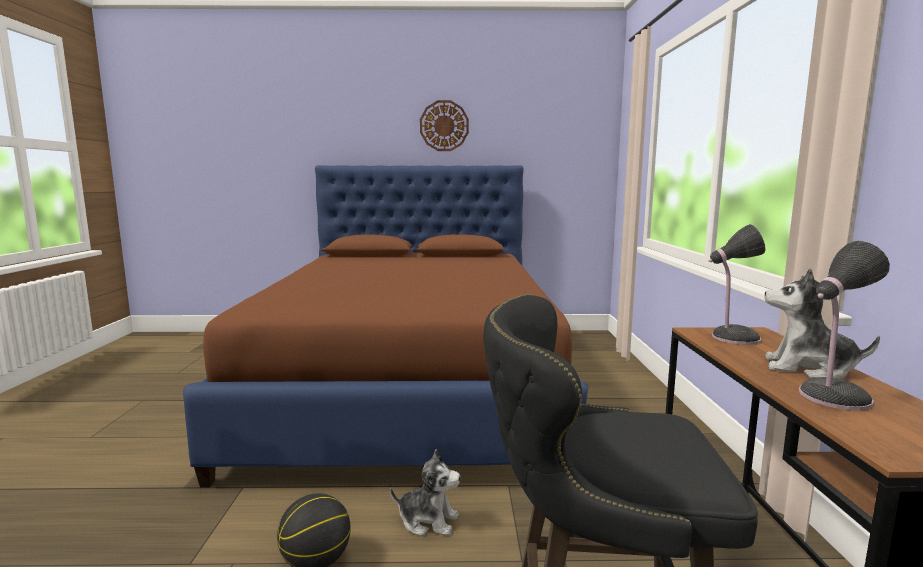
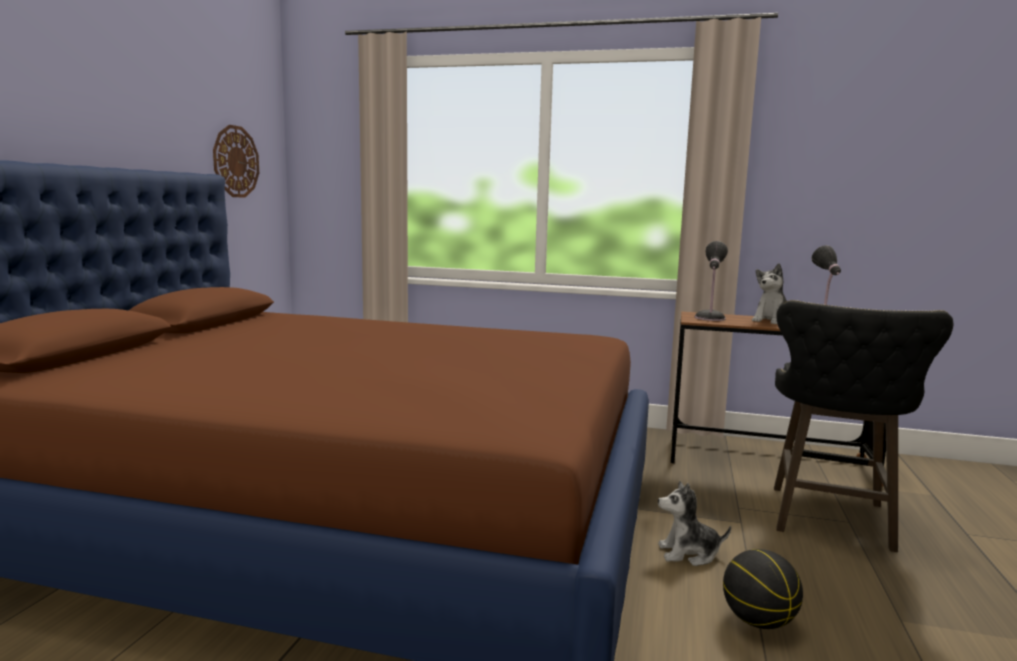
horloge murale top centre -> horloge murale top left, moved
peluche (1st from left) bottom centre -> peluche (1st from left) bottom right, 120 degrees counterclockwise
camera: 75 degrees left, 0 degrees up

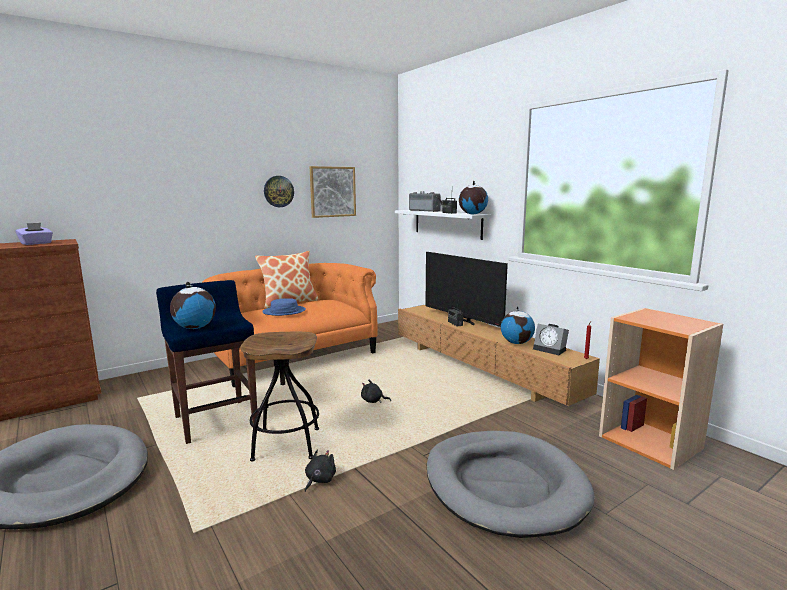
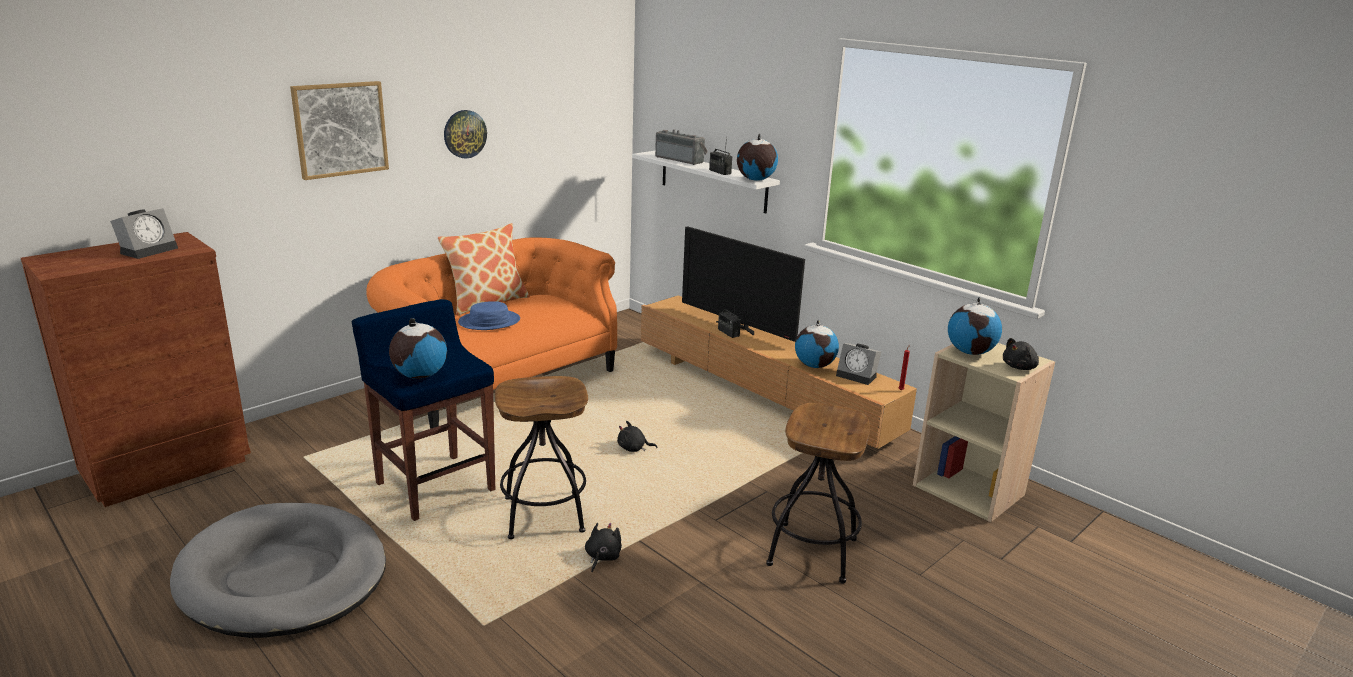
tableau top centre -> tableau top left, moved
boîte à mouchoirs (violet) middle left -> réveil (1st from left) middle left
bibliothèque (orange) middle right -> bibliothèque (beige) middle right
panier pour chien (gris) (2nd from left) bottom centre -> tabouret (marron) (2nd from left) bottom centre
none -> globe (4th from left) middle right
none -> peluche (noir) (3rd from left) middle right
camera: 10 degrees left, 10 degrees up

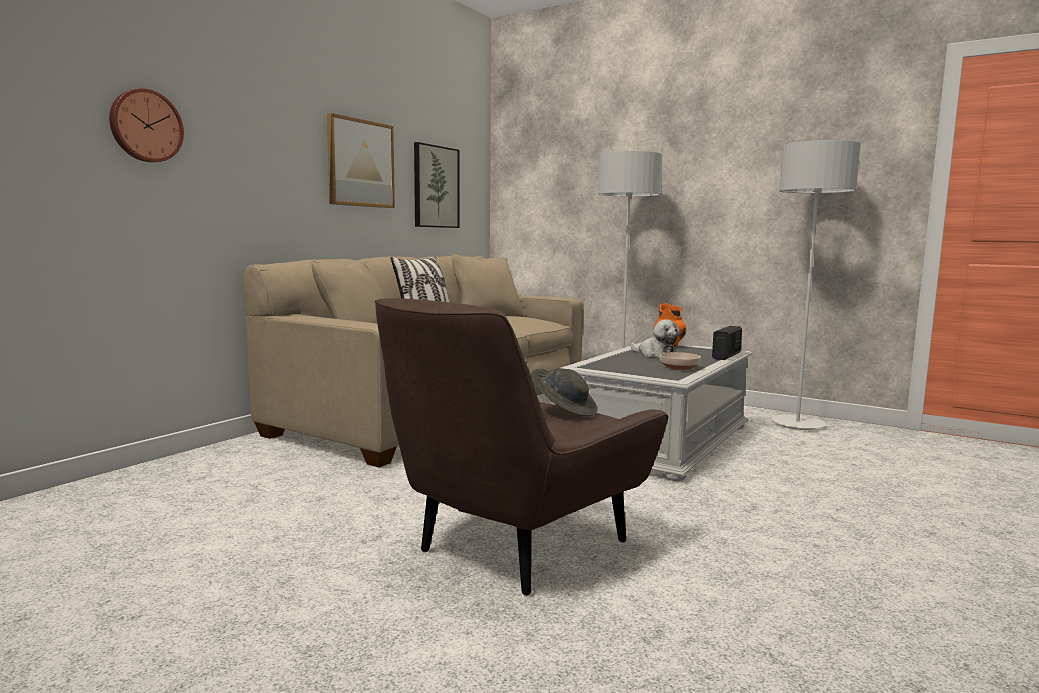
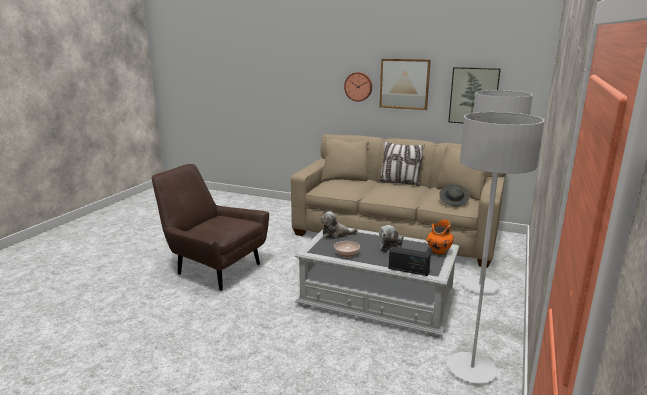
horloge murale top left -> horloge murale top centre, moved
chapeau (gris) centre -> chapeau (gris) middle right, moved
none -> peluche (1st from left) centre
camera: 80 degrees right, 10 degrees up

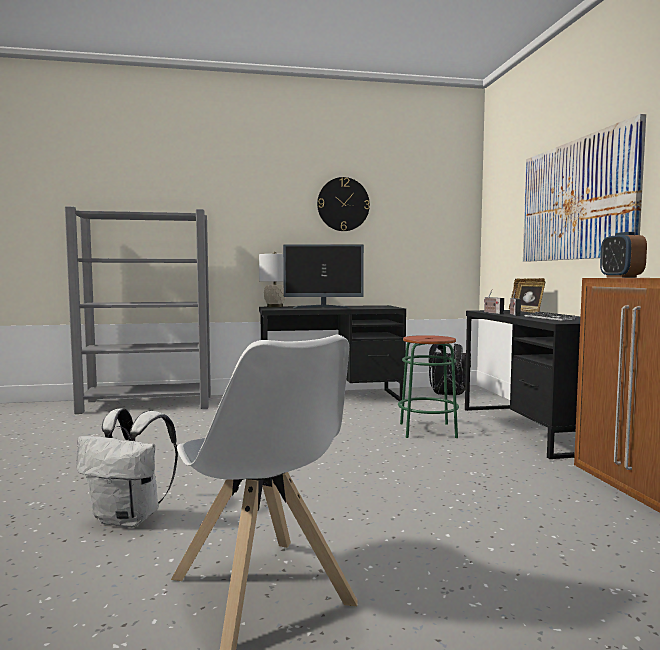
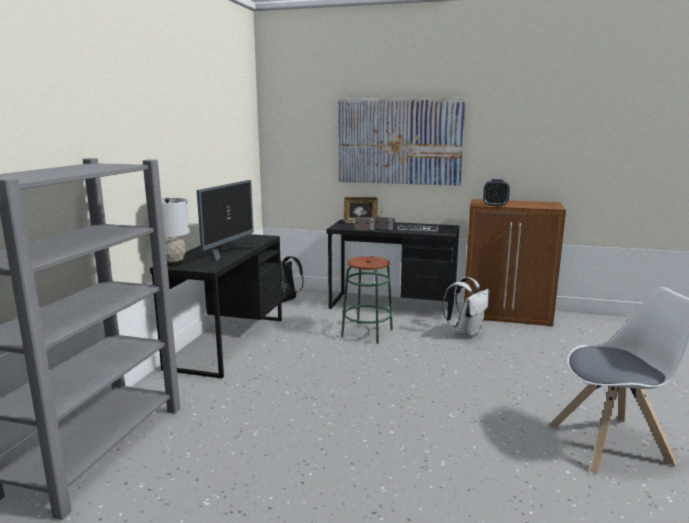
horloge murale top centre -> none
sac à dos (blanc) bottom left -> sac à dos (blanc) middle right, moved
camera: 65 degrees left, 10 degrees up

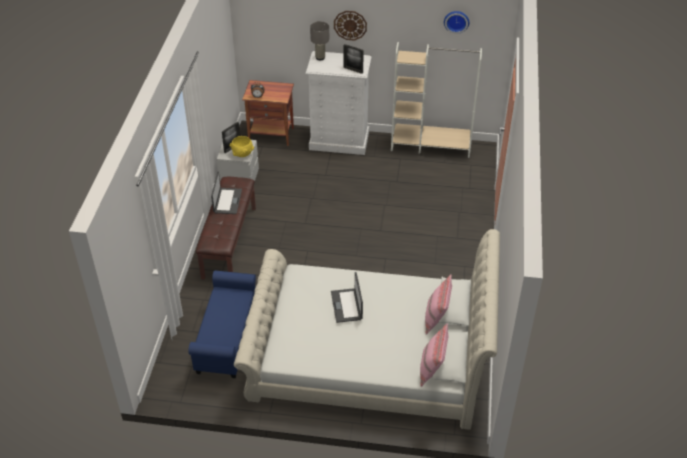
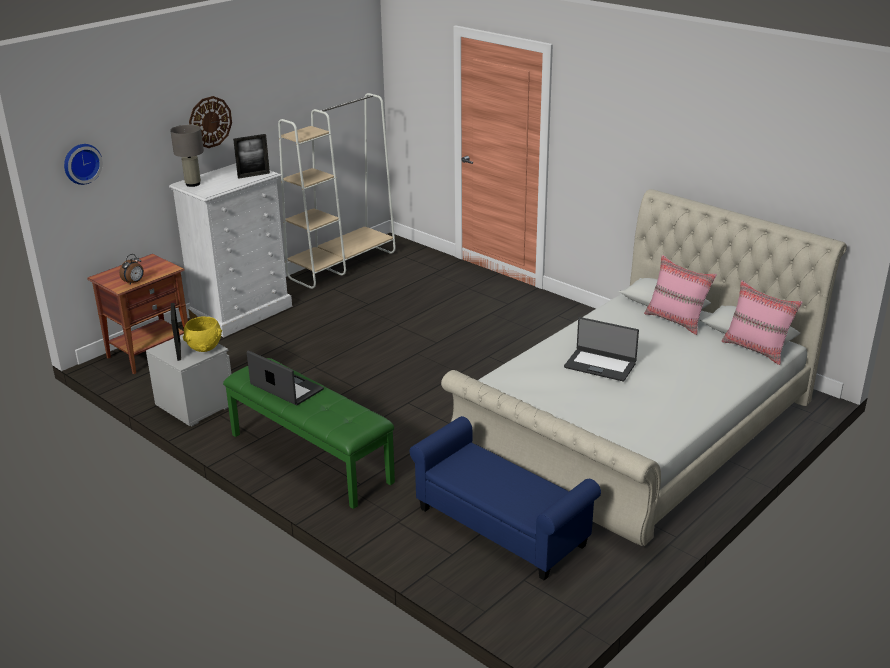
horloge murale (2nd from left in the first image) top centre -> horloge murale (1st from left) top left, moved
banc (marron) middle left -> banc (vert) centre
camera: 55 degrees left, 15 degrees down

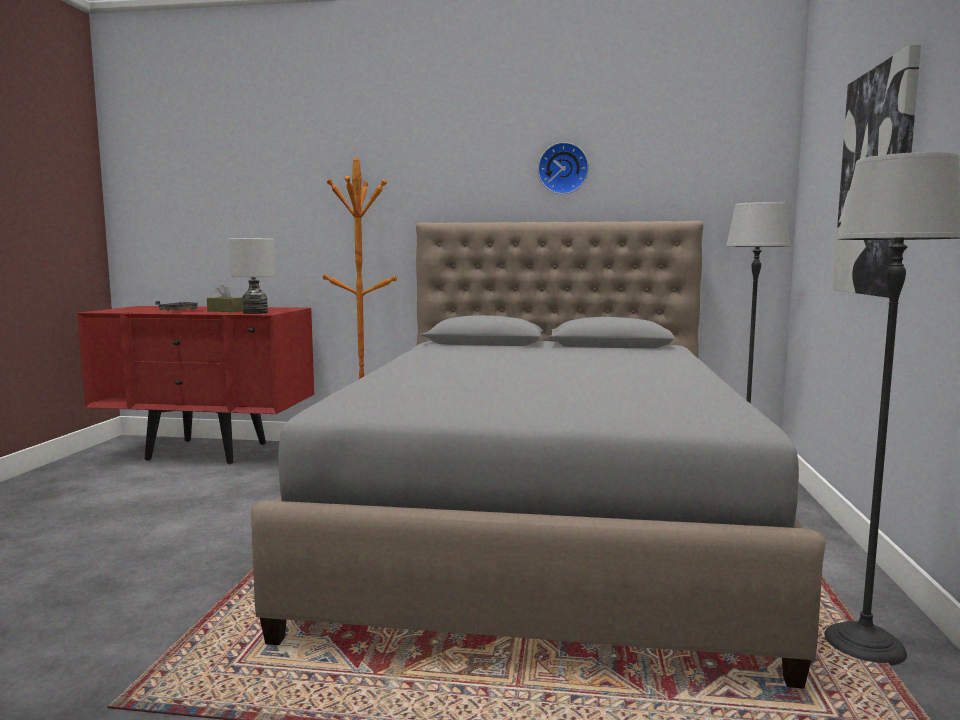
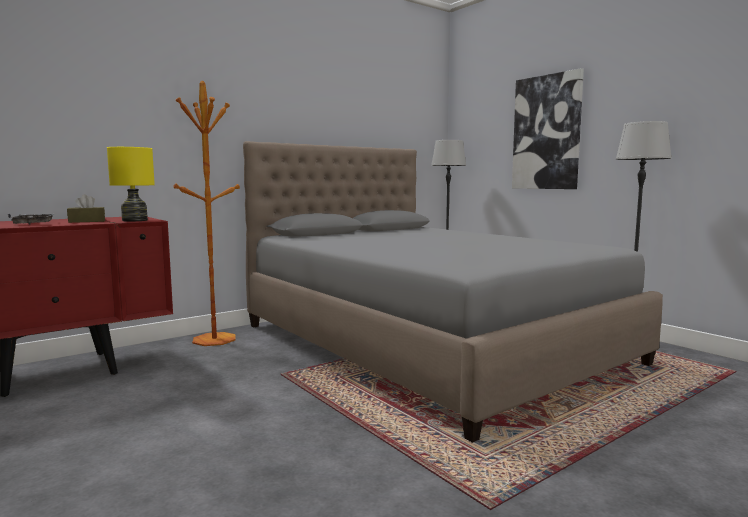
horloge murale top centre -> none
lampe de table (gris) middle left -> lampe de table (jaune) middle left
camera: 45 degrees left, 0 degrees up

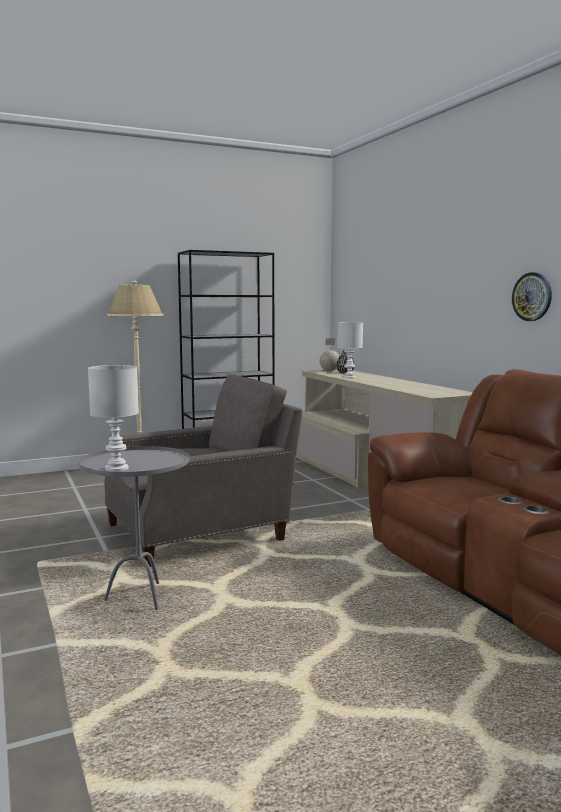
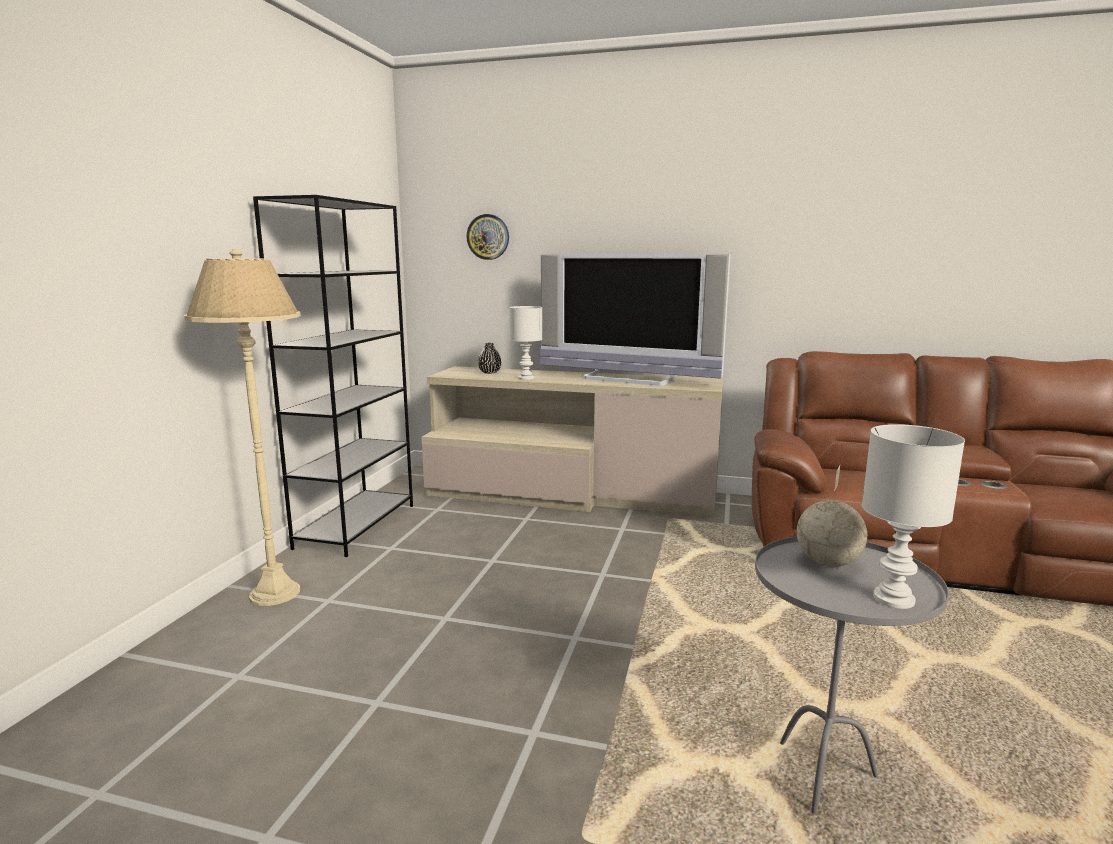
horloge murale middle right -> horloge murale top centre, moved
globe centre -> globe middle right, moved
fauteuil (gris) centre -> none
none -> téléviseur centre
camera: 50 degrees left, 5 degrees up

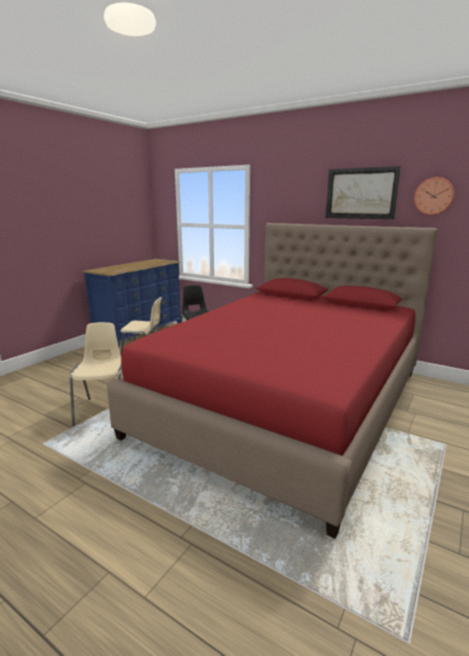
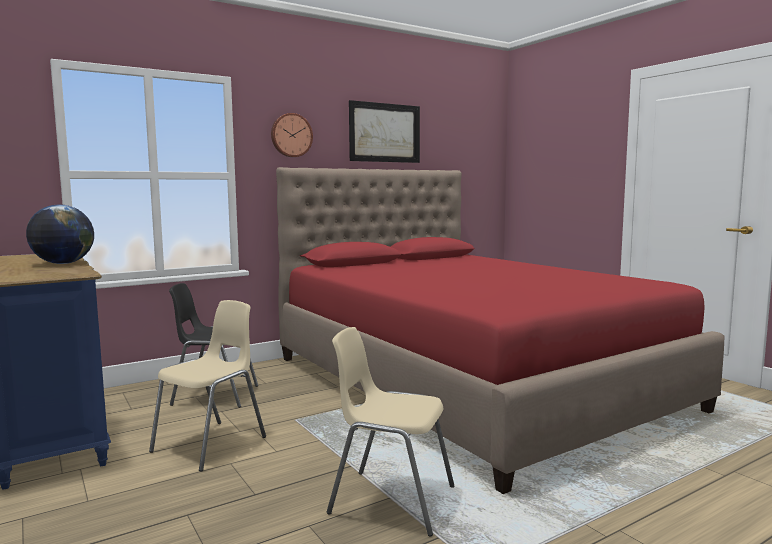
horloge murale top right -> horloge murale top centre, moved
none -> globe middle left
camera: 65 degrees left, 10 degrees down

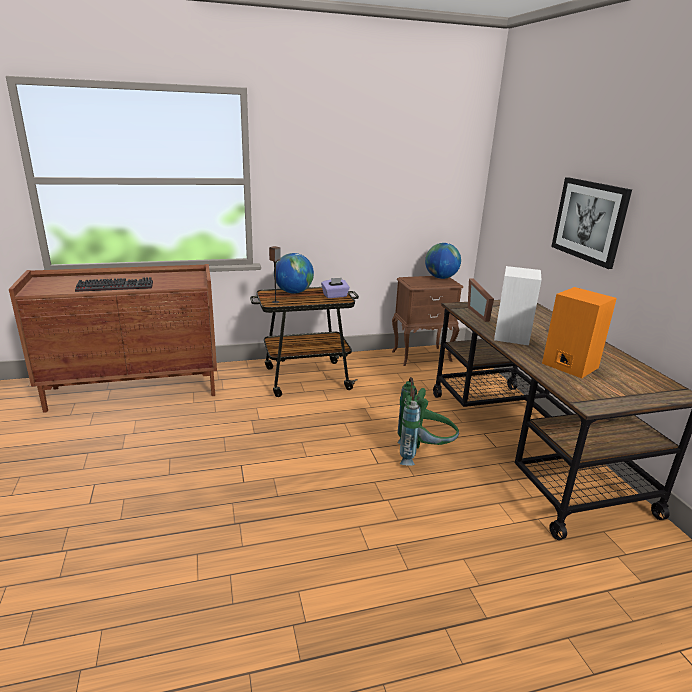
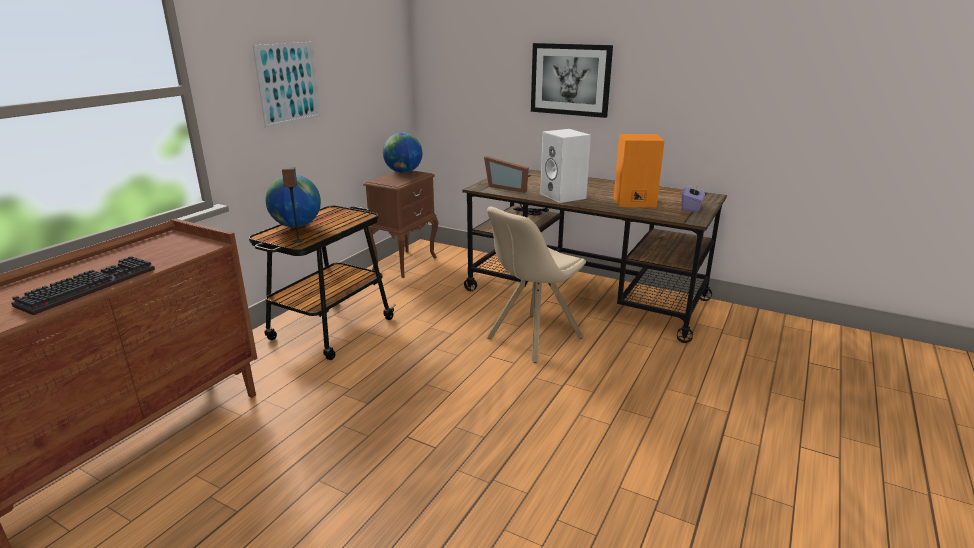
boîte à mouchoirs (violet) centre -> boîte à mouchoirs (violet) middle right, moved
sac à dos (vert) centre -> chaise (beige) centre
none -> tableau (1st from left) top left
camera: 45 degrees left, 0 degrees up

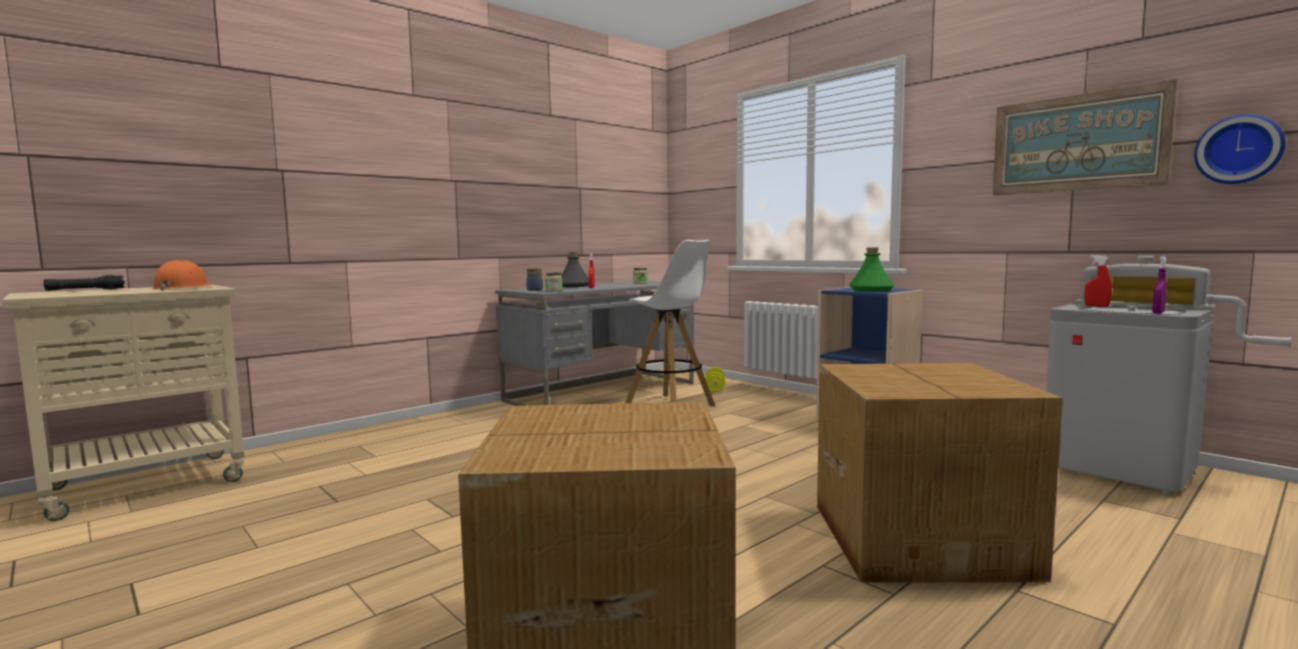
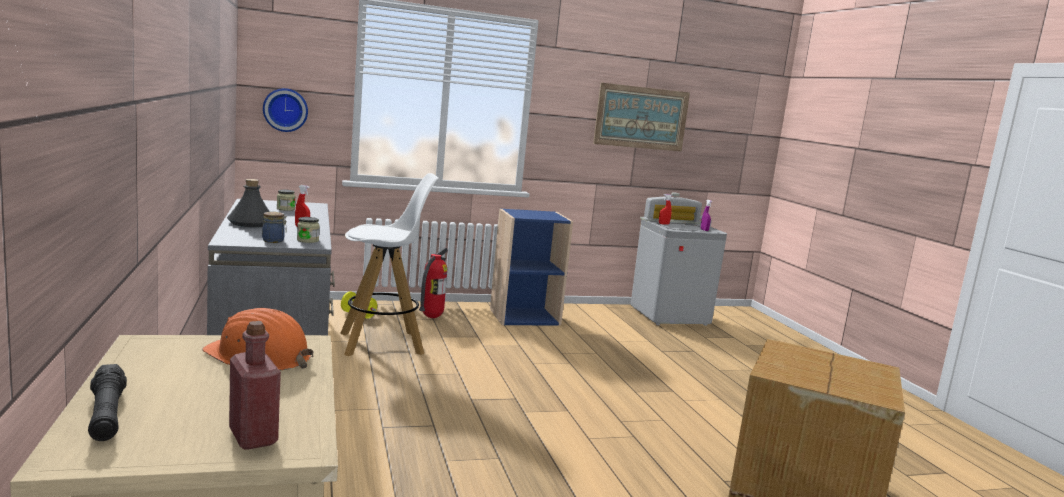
horloge murale top right -> horloge murale top left, moved
bouteille (vert) middle right -> none
carton (2nd from left) bottom right -> none
none -> extincteur centre
none -> bouteille (rouge) bottom left
camera: 65 degrees left, 5 degrees up

